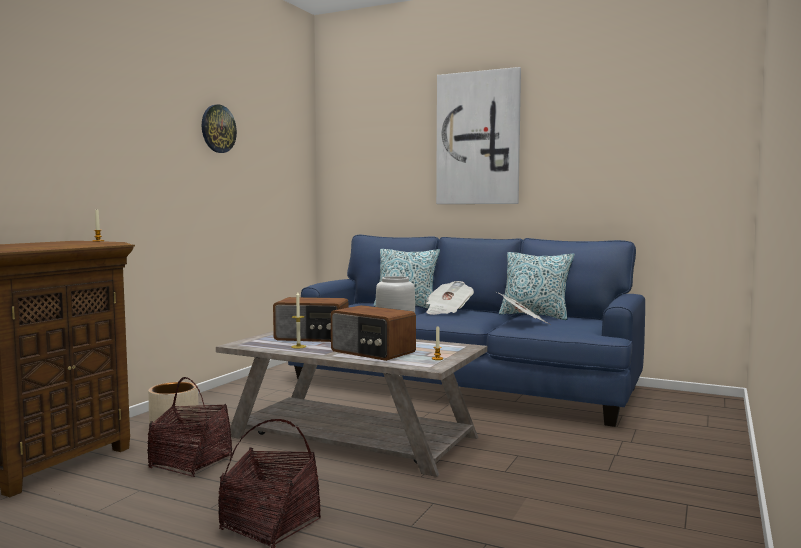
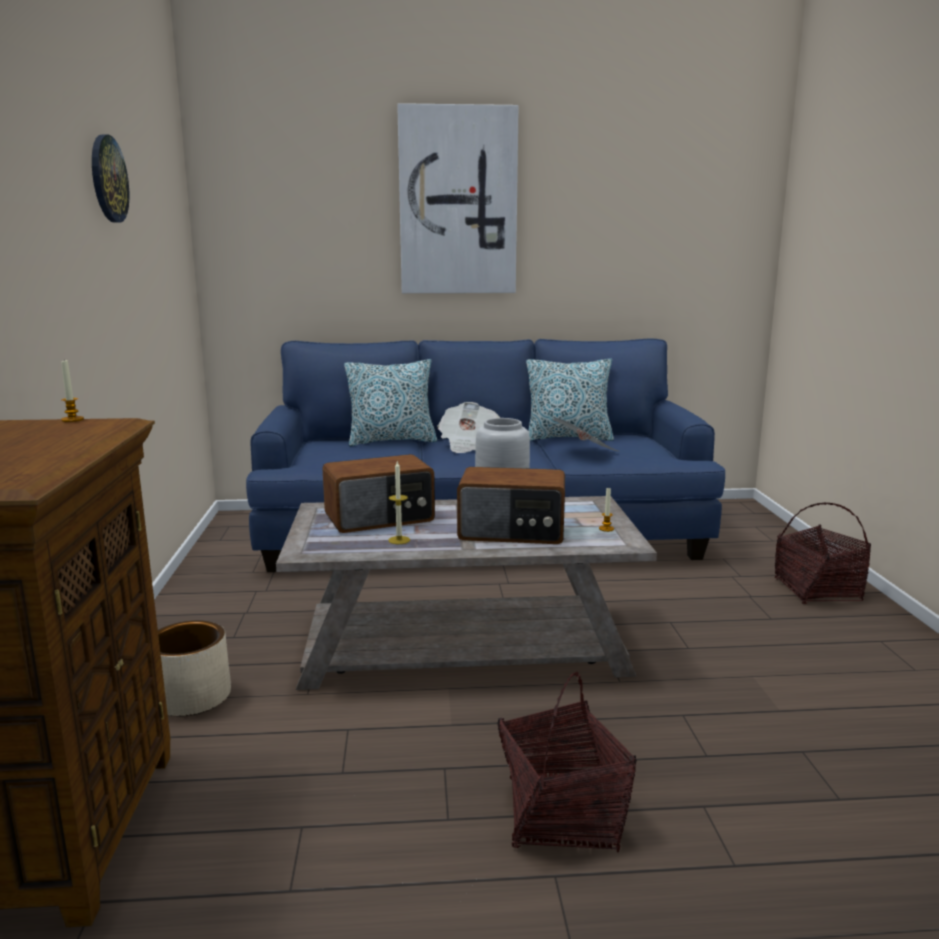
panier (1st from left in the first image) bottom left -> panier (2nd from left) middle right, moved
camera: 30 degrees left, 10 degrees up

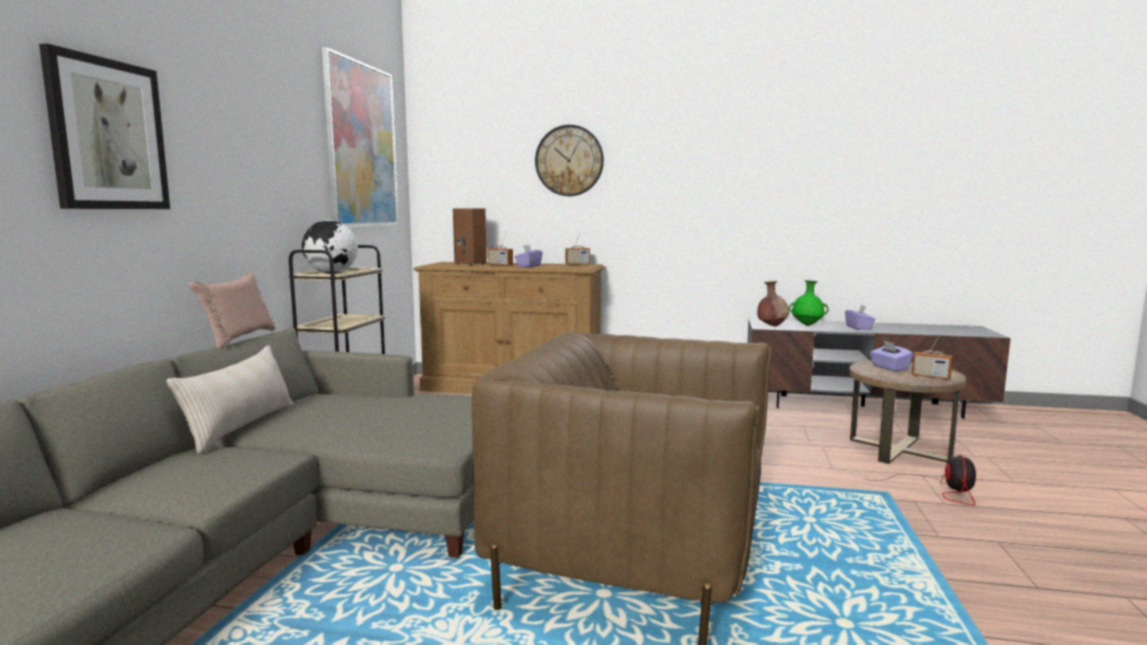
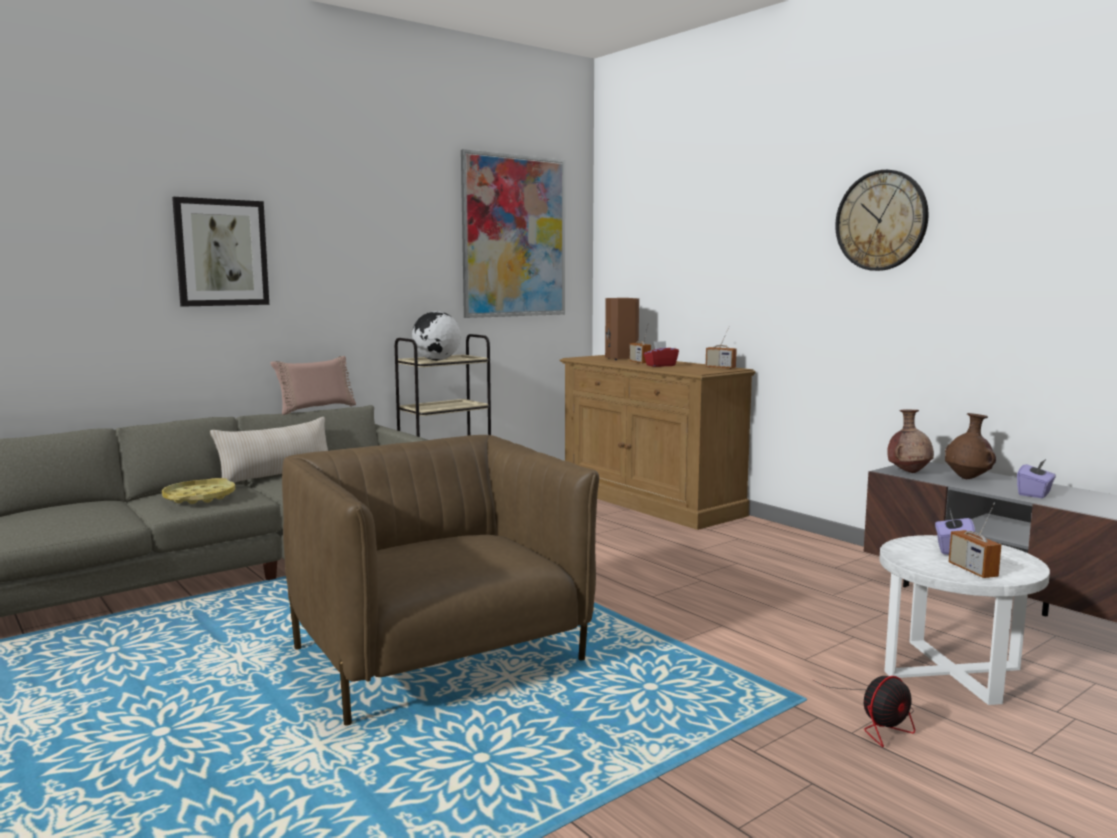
horloge murale top centre -> horloge murale top right, moved
boîte à mouchoirs (violet) (1st from left) centre -> boîte à mouchoirs (rouge) centre
vase (vert) middle right -> vase (marron) (2nd from left) middle right
table d'appoint (marron) middle right -> table d'appoint (blanc) bottom right
none -> plateau (jaune) middle left
camera: 40 degrees right, 0 degrees up

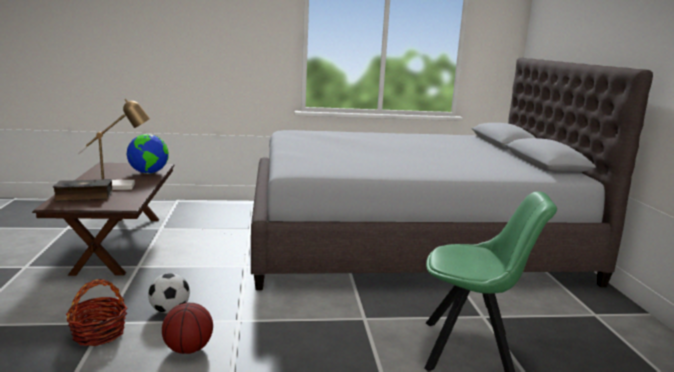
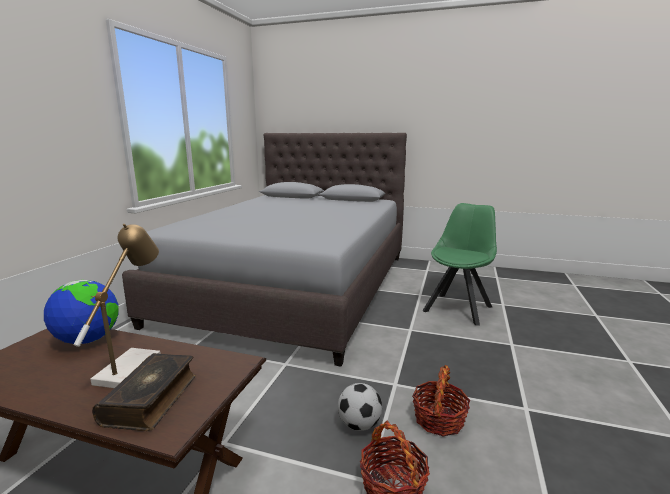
ballon de basket bottom left -> panier (2nd from left) bottom centre
camera: 65 degrees left, 0 degrees up

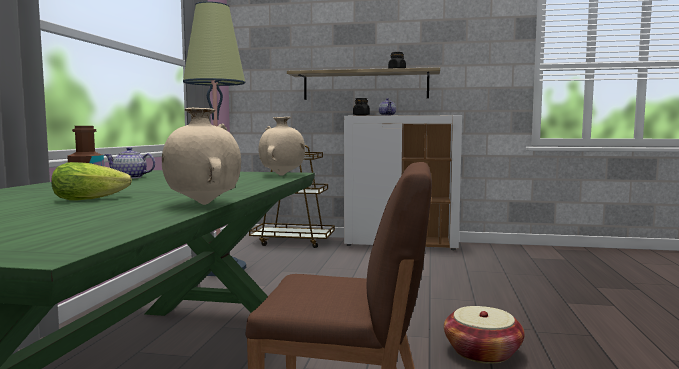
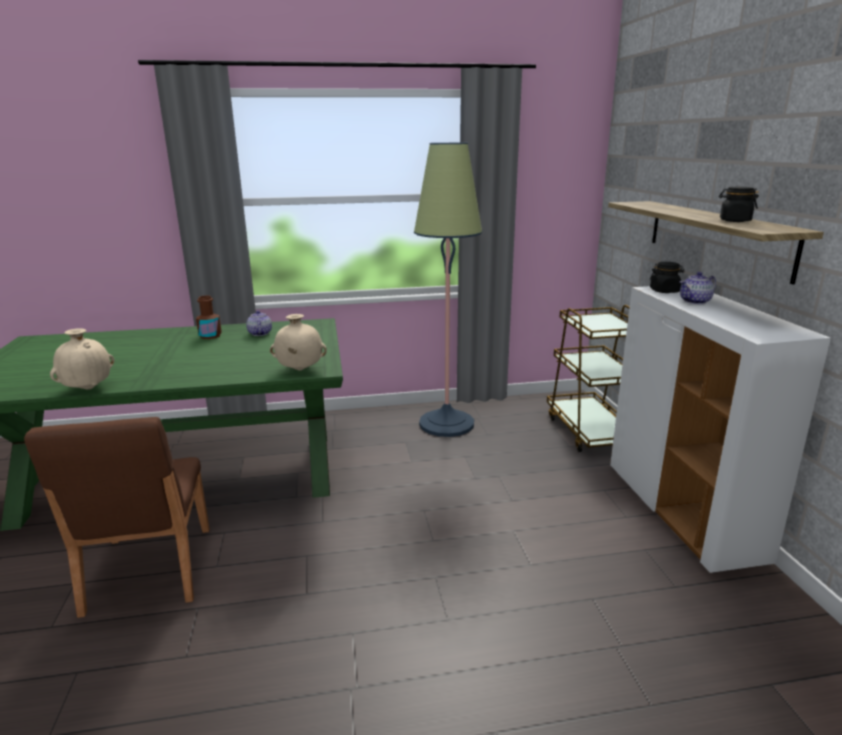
laitue middle left -> none
panier bottom right -> none
camera: 70 degrees right, 15 degrees up

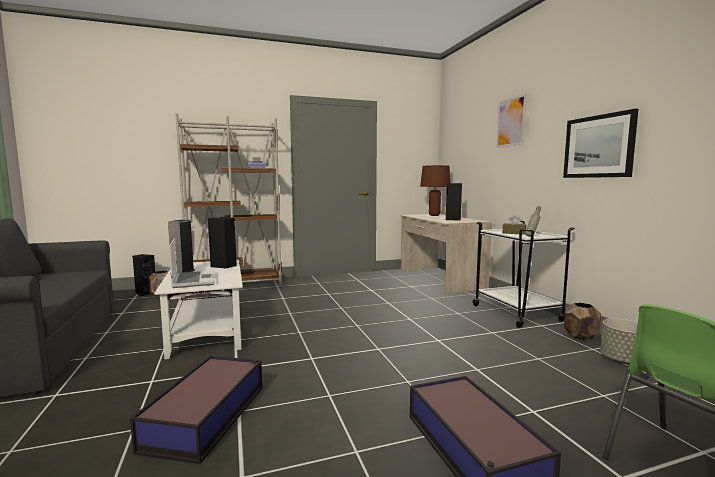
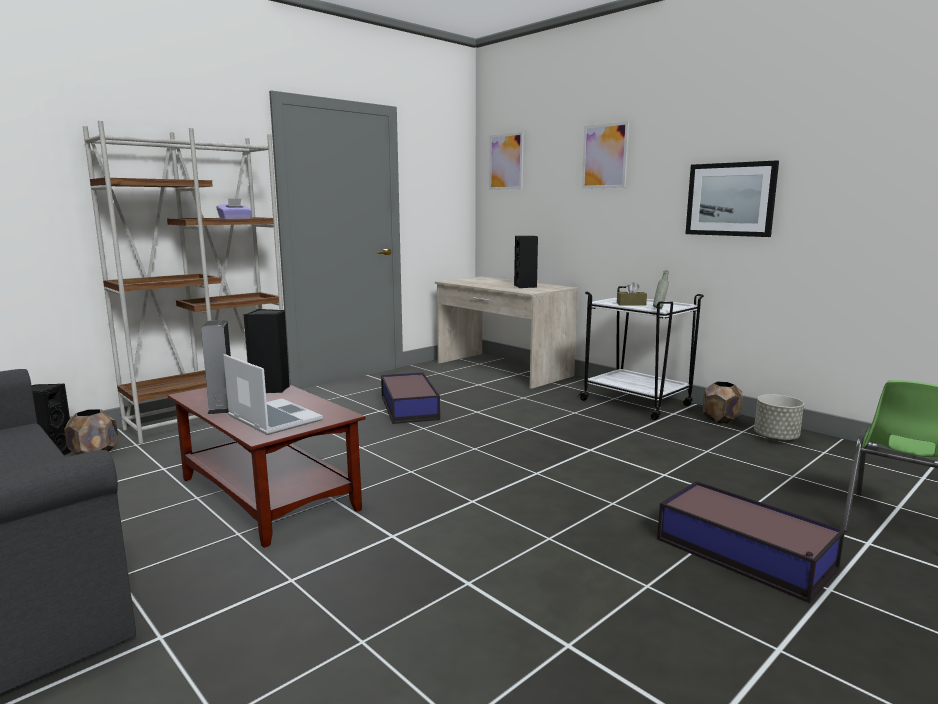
lampe de table (marron) centre -> none
table basse (blanc) middle left -> table basse (marron) middle left
boîte de rangement (1st from left) bottom left -> boîte de rangement (1st from left) centre, moved
none -> tableau (1st from left) top centre
camera: 25 degrees left, 5 degrees up

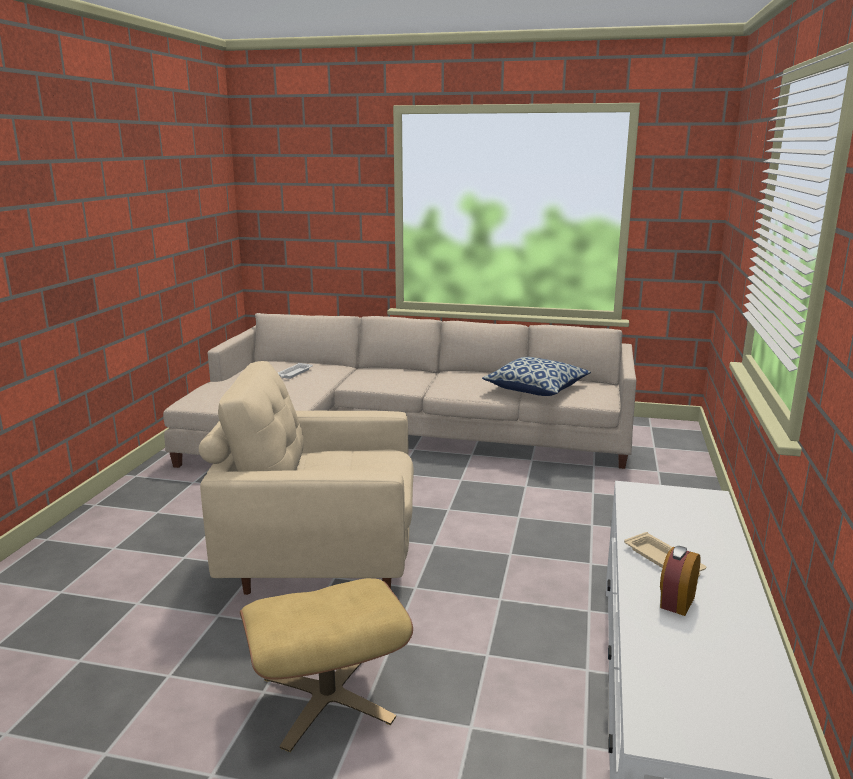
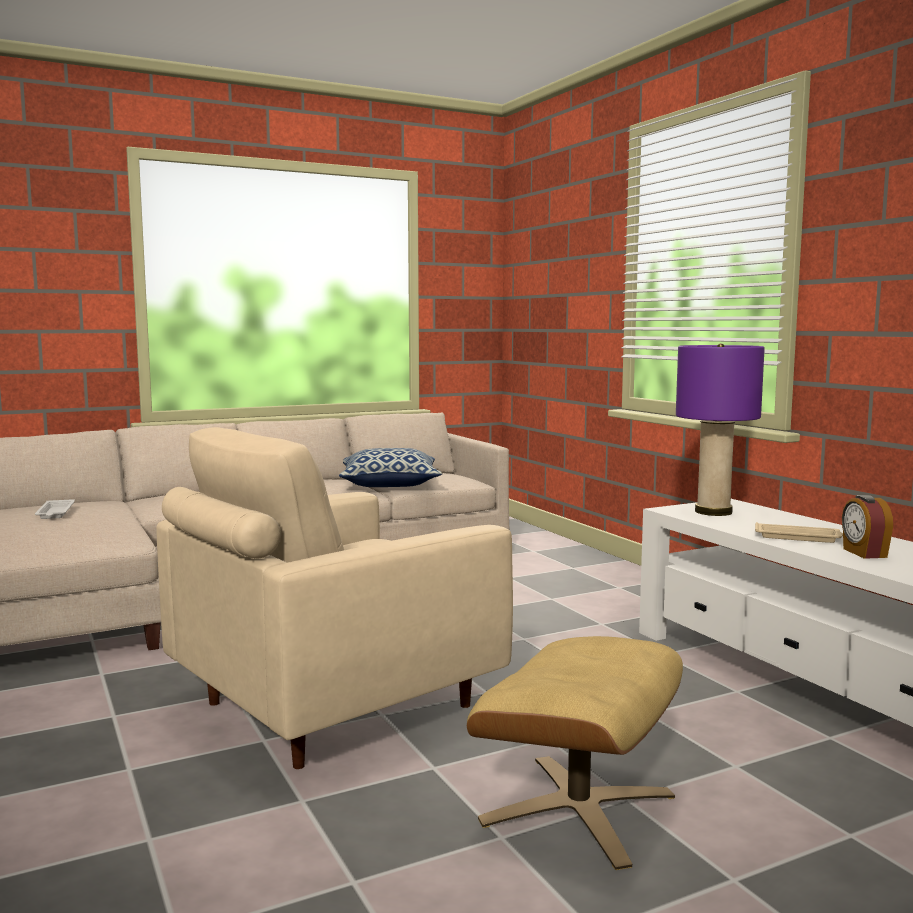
none -> lampe de table (violet) middle right
camera: 40 degrees left, 10 degrees down

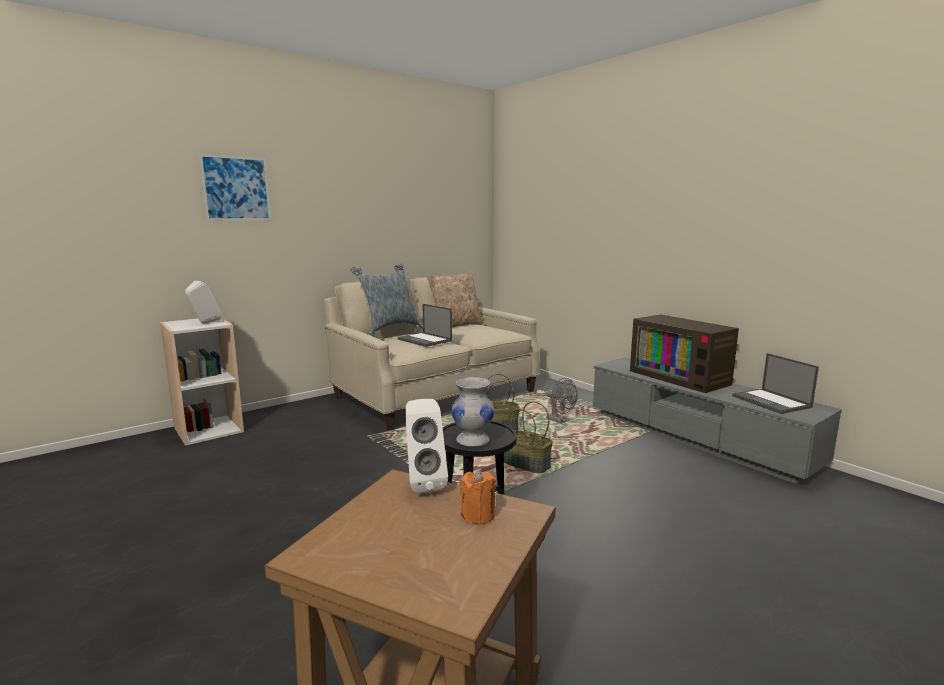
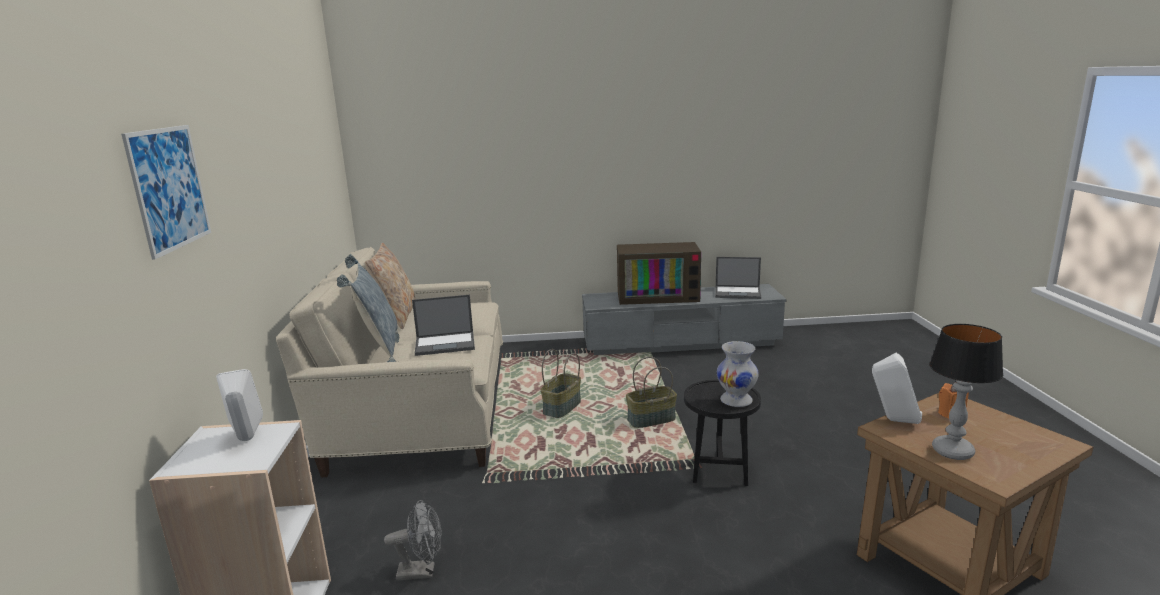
ventilateur (gris) centre -> ventilateur (gris) bottom centre, moved
none -> lampe de table middle right
camera: 55 degrees left, 5 degrees up

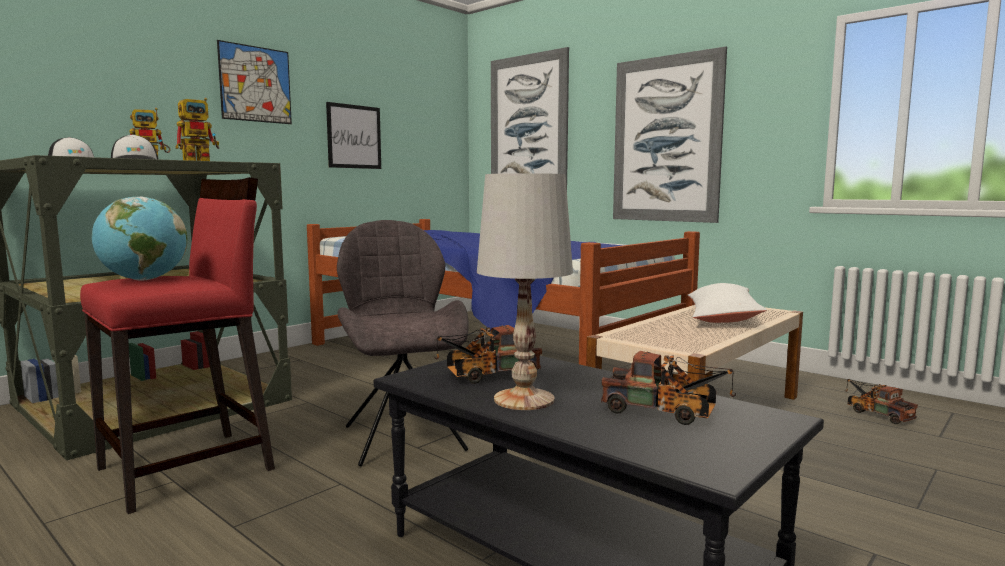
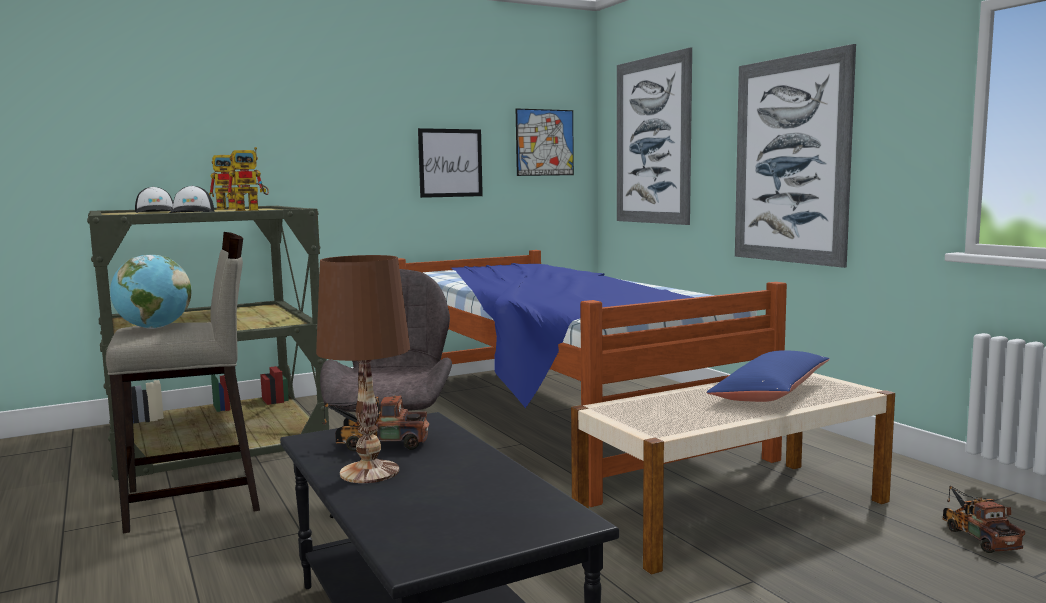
tableau (1st from left in the first image) top left -> tableau (2nd from left) top centre, moved
lampe de table (blanc) centre -> lampe de table (marron) centre
tabouret (rouge) middle left -> tabouret (beige) middle left
coussin (blanc) middle right -> coussin (bleu) middle right
camion jouet (2nd from left) bottom centre -> none
camera: 20 degrees right, 0 degrees up

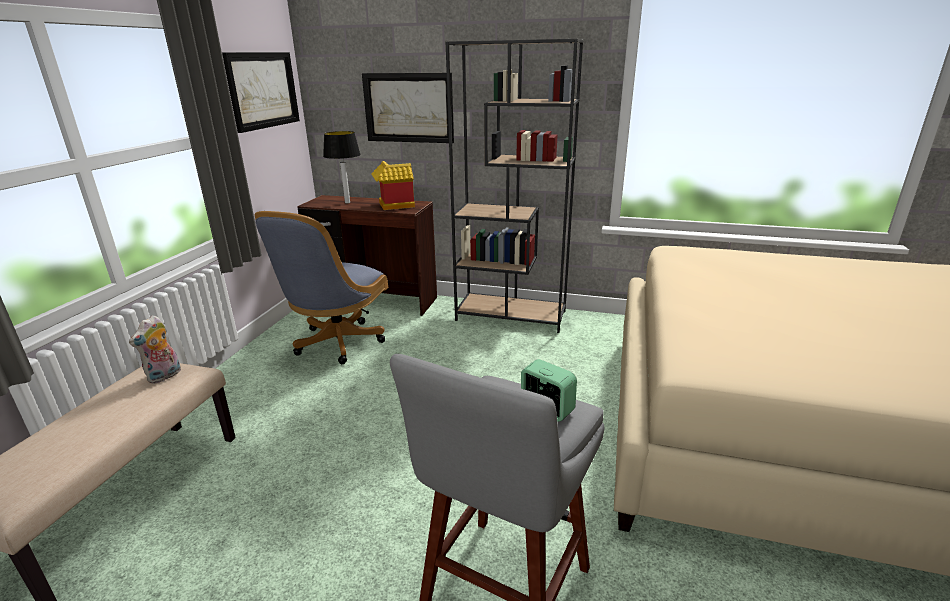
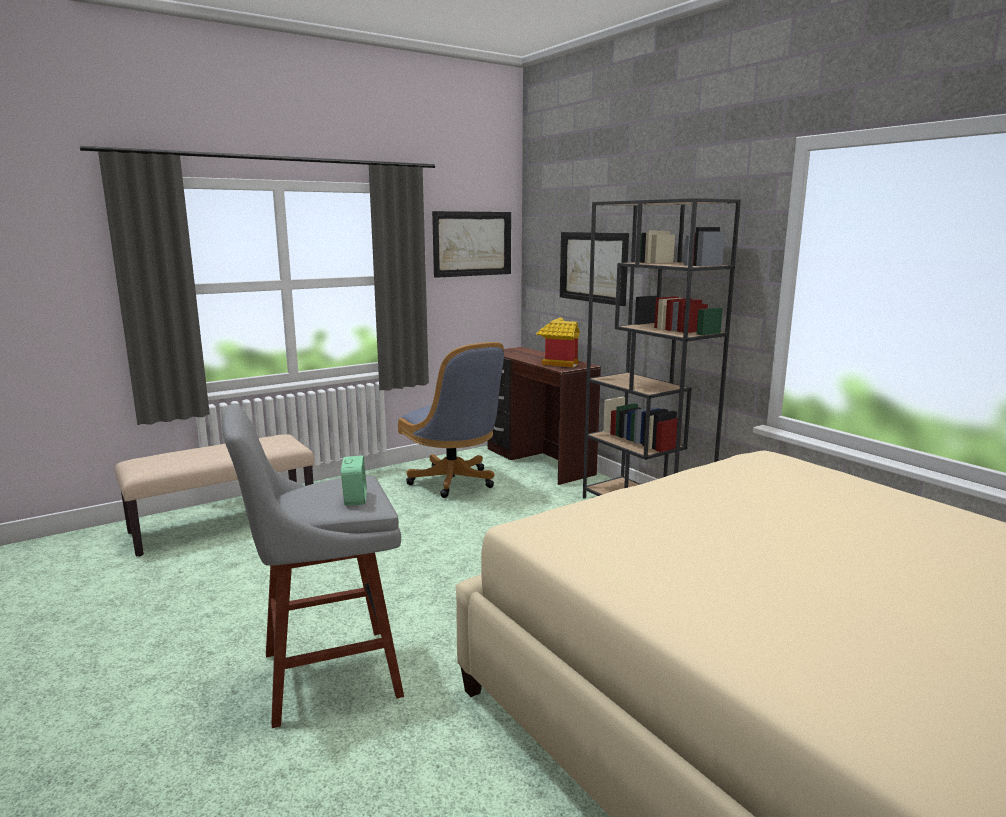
lampe de table top centre -> none
chaise de bureau (bleu) centre, 90 degrees counterclockwise
peluche middle left -> none
camera: 40 degrees right, 10 degrees down

